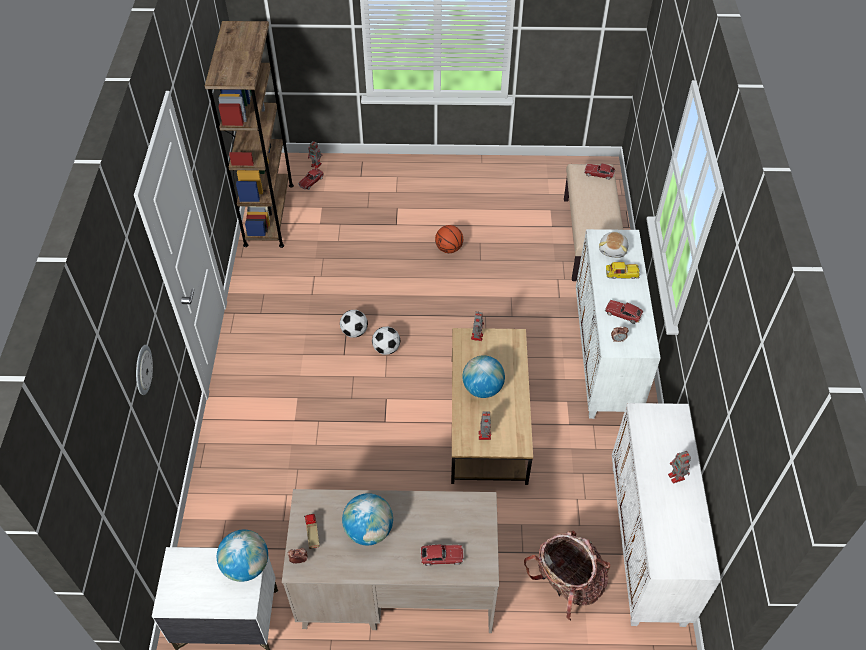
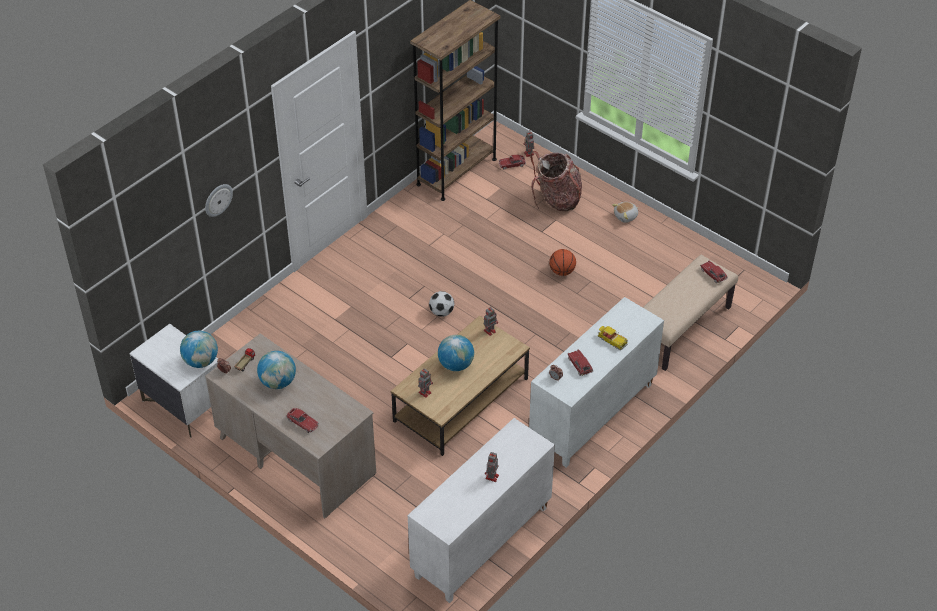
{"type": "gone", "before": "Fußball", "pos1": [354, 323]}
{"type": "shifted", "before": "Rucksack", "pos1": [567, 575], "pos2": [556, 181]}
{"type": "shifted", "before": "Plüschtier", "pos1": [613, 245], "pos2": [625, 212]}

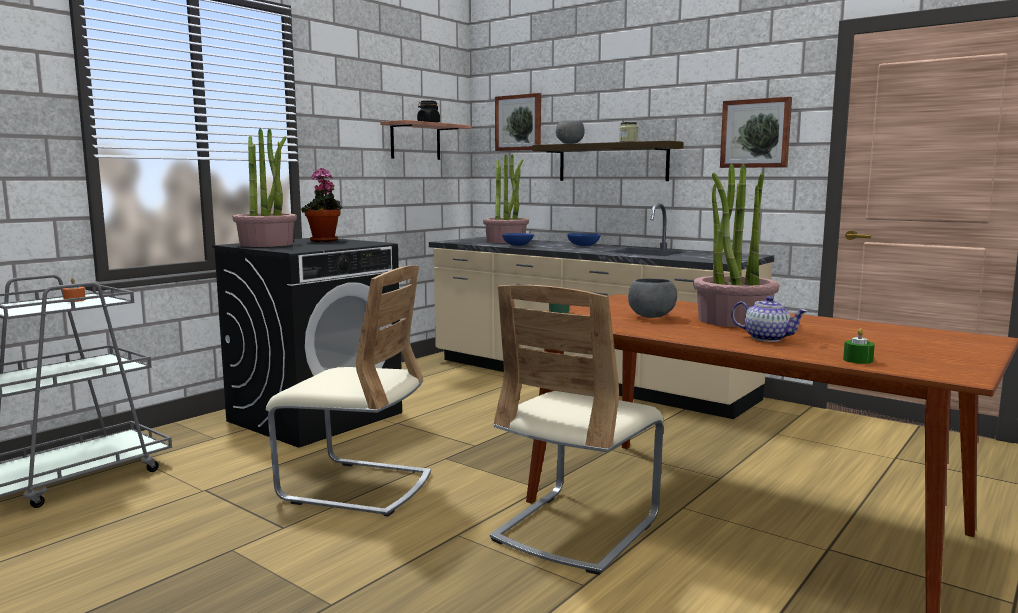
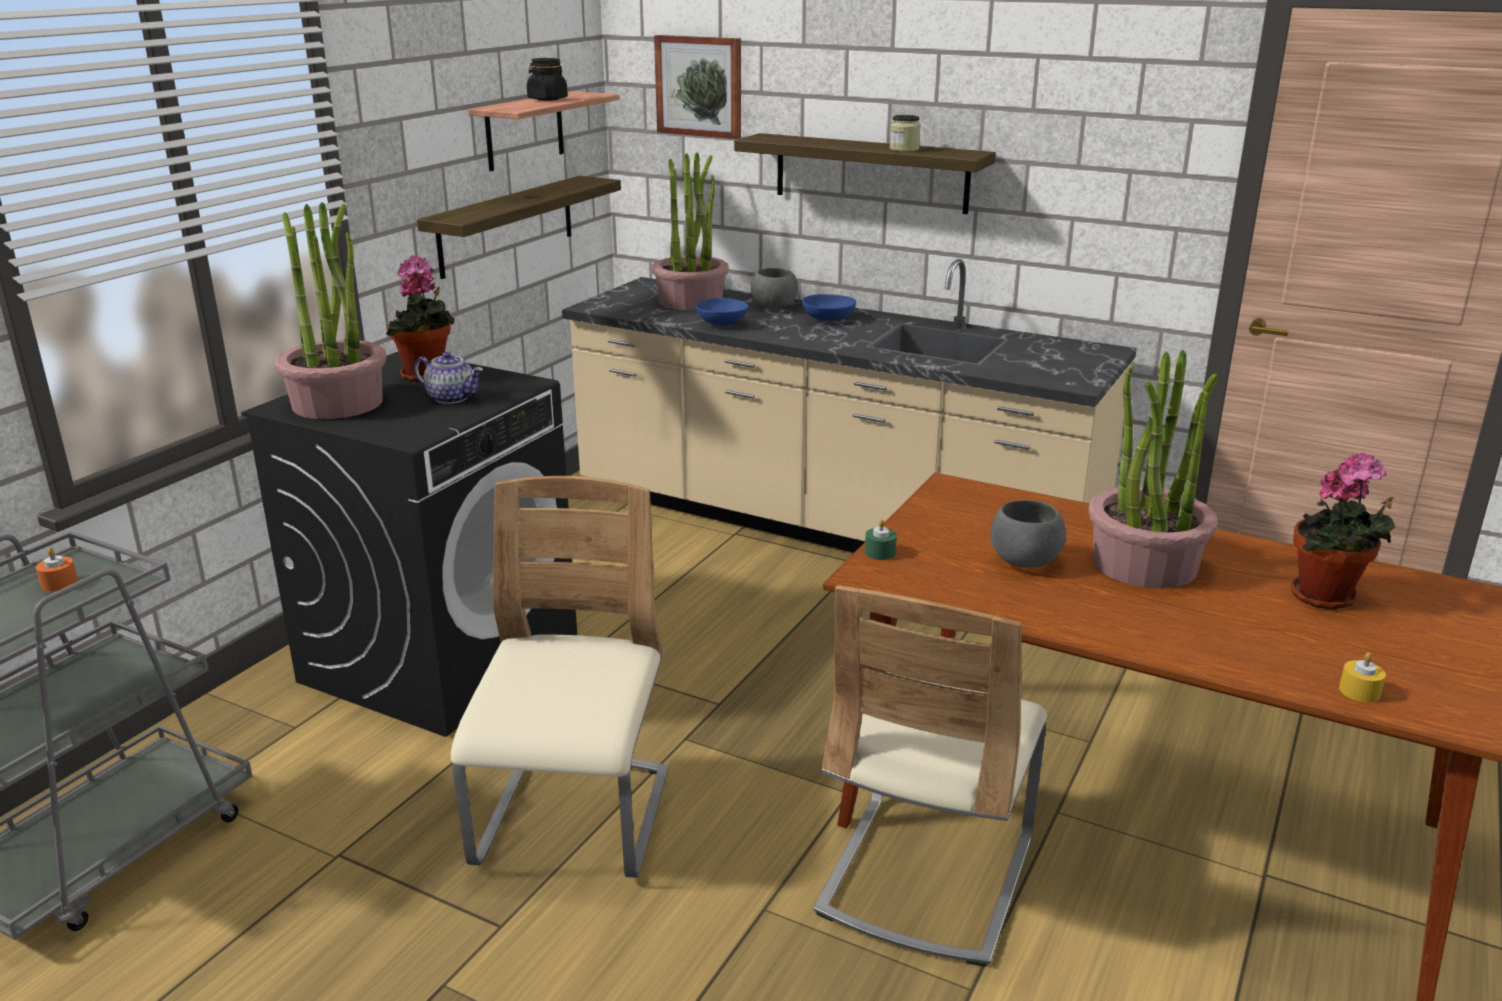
{"type": "rotated", "before": "Stuhl (beige)", "pos1": [348, 391], "pos2": [560, 677], "turn": -90}
{"type": "shifted", "before": "Schüssel (grau)", "pos1": [570, 132], "pos2": [774, 288]}
{"type": "gone", "before": "Bild", "pos1": [756, 132]}
{"type": "shifted", "before": "Teekanne", "pos1": [769, 319], "pos2": [448, 378]}
{"type": "repainted", "before": "Kerze (grün)", "after": "Kerze (gelb)", "pos1": [859, 346], "pos2": [1362, 677]}
{"type": "new", "after": "Wandregal", "pos2": [519, 227]}
{"type": "new", "after": "Topfpflanze", "pos2": [1343, 531]}

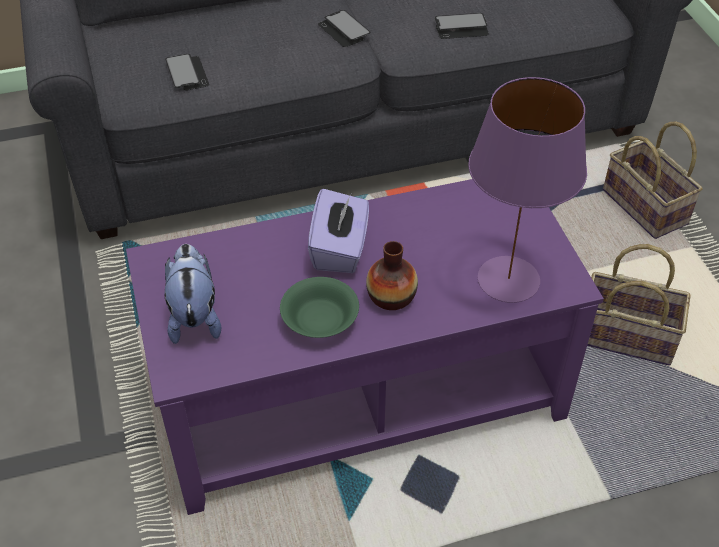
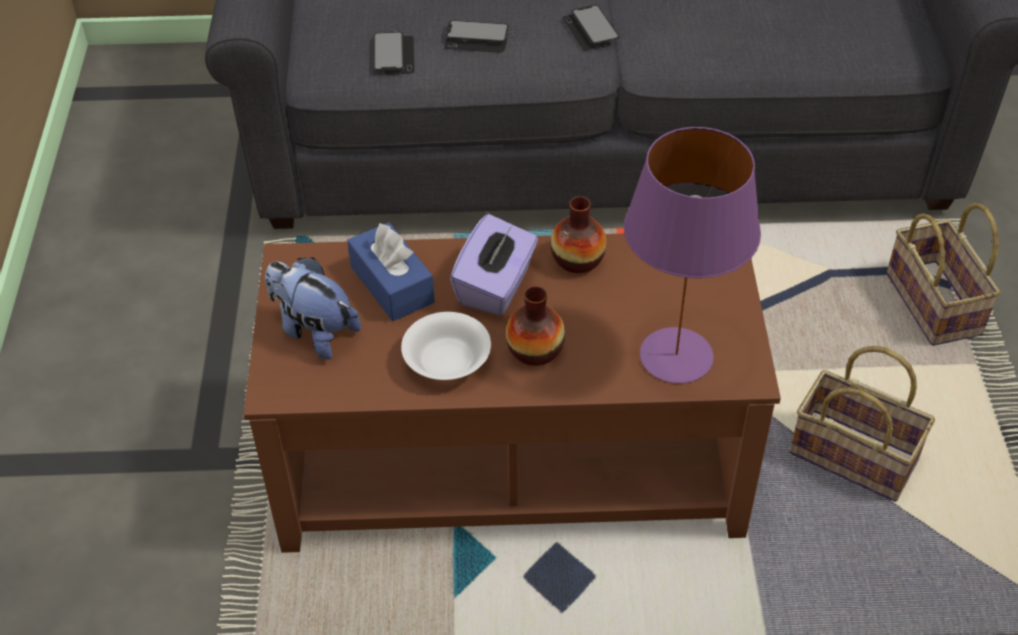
{"type": "repainted", "before": "Couchtisch (lila)", "after": "Couchtisch (braun)", "pos1": [365, 347], "pos2": [512, 393]}
{"type": "rotated", "before": "Plüschtier", "pos1": [192, 294], "pos2": [313, 308], "turn": -60}
{"type": "repainted", "before": "Schüssel (grün)", "after": "Schüssel (weiß)", "pos1": [319, 307], "pos2": [446, 346]}
{"type": "shifted", "before": "Handy", "pos1": [462, 26], "pos2": [476, 36]}
{"type": "new", "after": "Taschentuchbox (blau)", "pos2": [391, 271]}
{"type": "new", "after": "Vase", "pos2": [578, 234]}

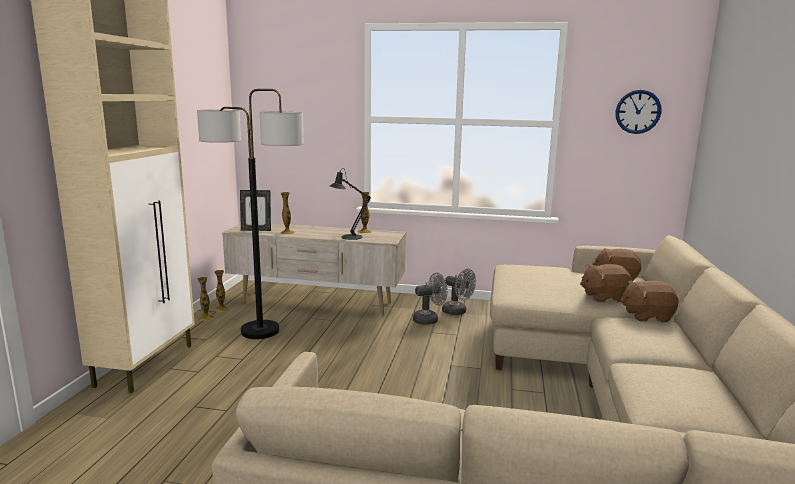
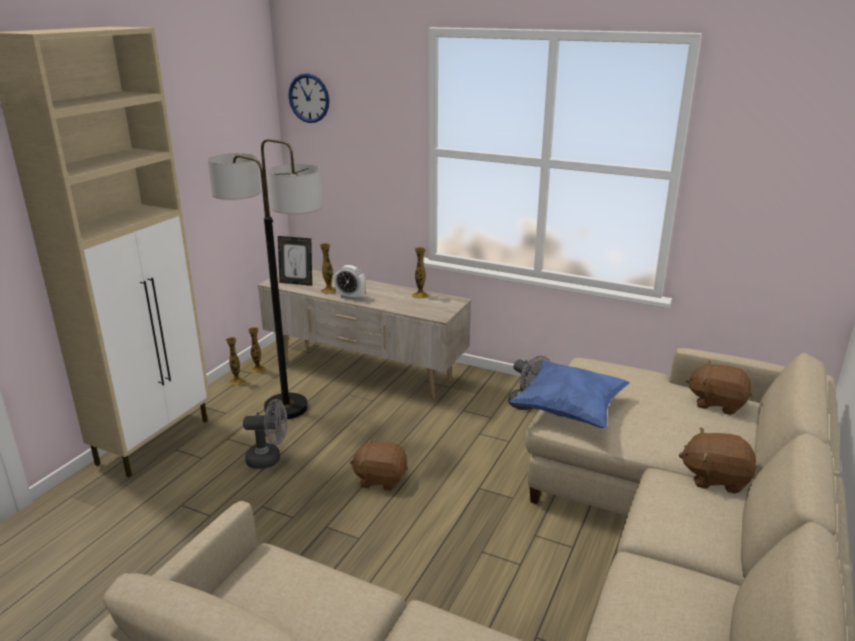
{"type": "gone", "before": "Tischlampe (schwarz)", "pos1": [350, 204]}
{"type": "shifted", "before": "Ventilator (grau)", "pos1": [430, 299], "pos2": [265, 434]}
{"type": "shifted", "before": "Plüschtier (braun)", "pos1": [606, 283], "pos2": [379, 465]}
{"type": "shifted", "before": "Wanduhr", "pos1": [638, 112], "pos2": [309, 98]}
{"type": "new", "after": "Wecker", "pos2": [350, 282]}
{"type": "new", "after": "Kissen (blau)", "pos2": [570, 394]}

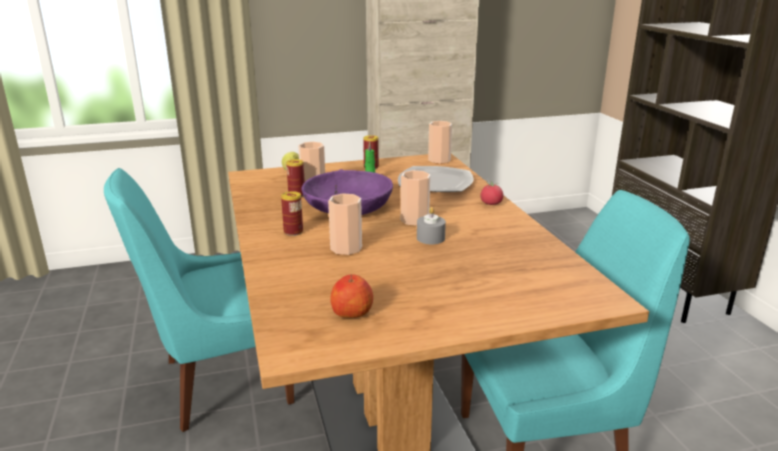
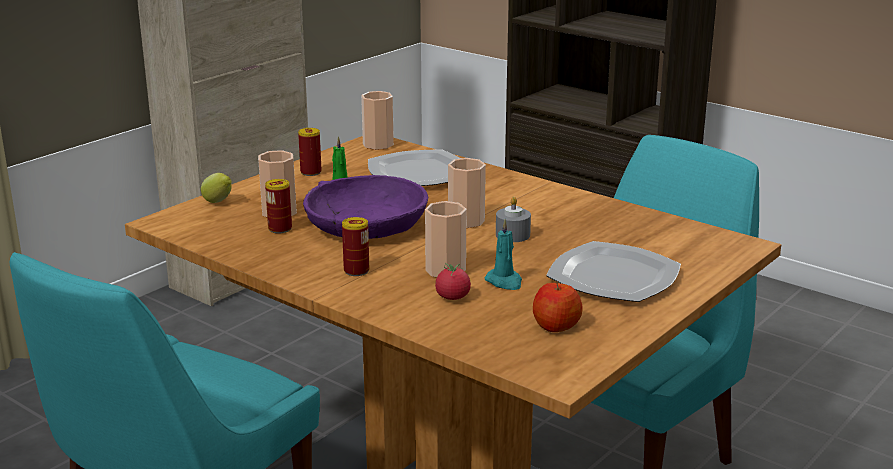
{"type": "shifted", "before": "Tomate", "pos1": [491, 193], "pos2": [453, 281]}
{"type": "new", "after": "Kerze (türkis)", "pos2": [503, 254]}
{"type": "new", "after": "Teller", "pos2": [613, 271]}

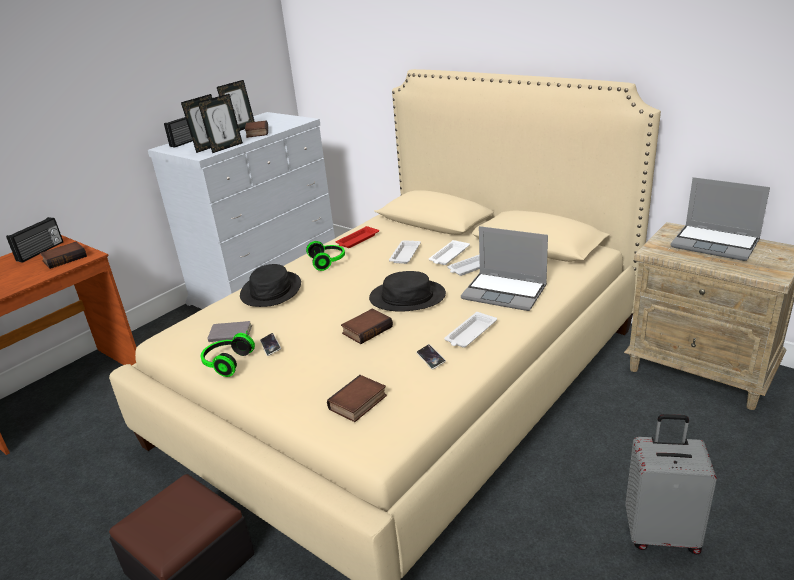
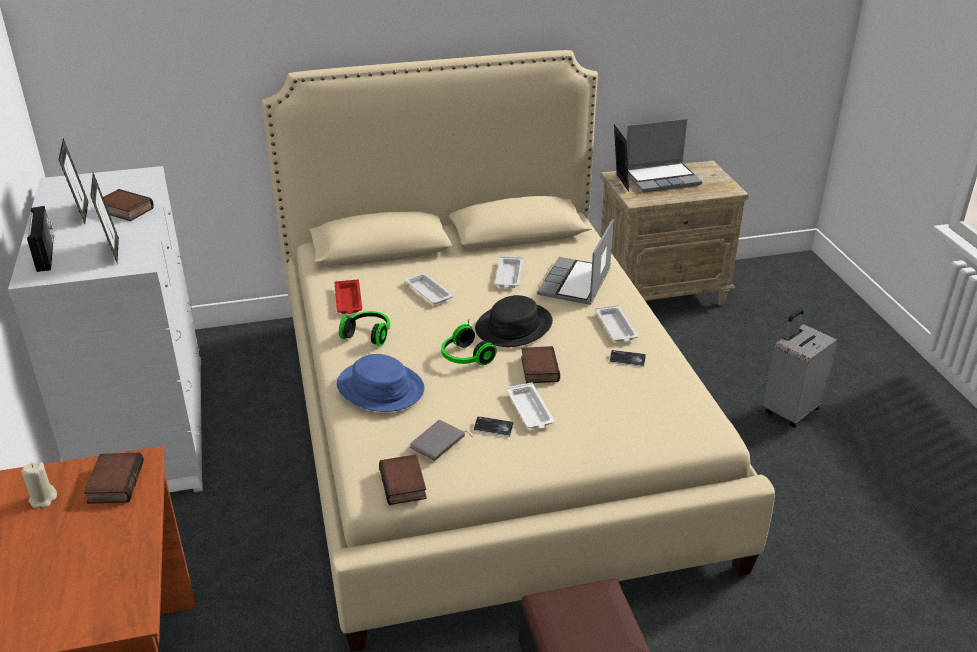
{"type": "swapped", "before": "Radio", "after": "Kerze (beige)", "pos1": [34, 240], "pos2": [39, 485]}
{"type": "shifted", "before": "Bilderrahmen", "pos1": [220, 123], "pos2": [621, 158]}
{"type": "shifted", "before": "Kopfhörer", "pos1": [228, 353], "pos2": [469, 342]}
{"type": "repainted", "before": "Hut (schwarz)", "after": "Hut (blau)", "pos1": [270, 285], "pos2": [381, 383]}
{"type": "shifted", "before": "Buch", "pos1": [357, 398], "pos2": [403, 479]}
{"type": "shifted", "before": "Tablett (weiß)", "pos1": [449, 252], "pos2": [530, 406]}
{"type": "rotated", "before": "Laptop", "pos1": [504, 268], "pos2": [575, 262], "turn": 135}

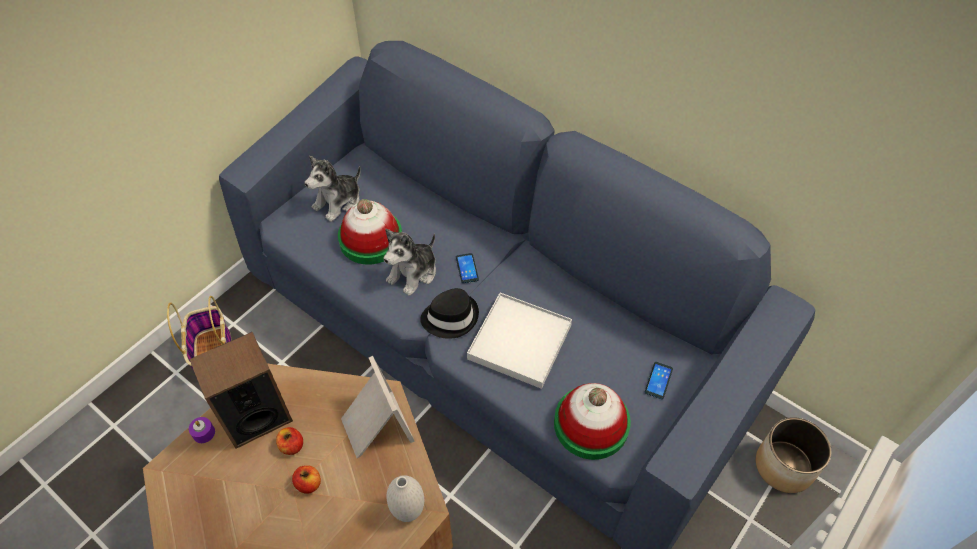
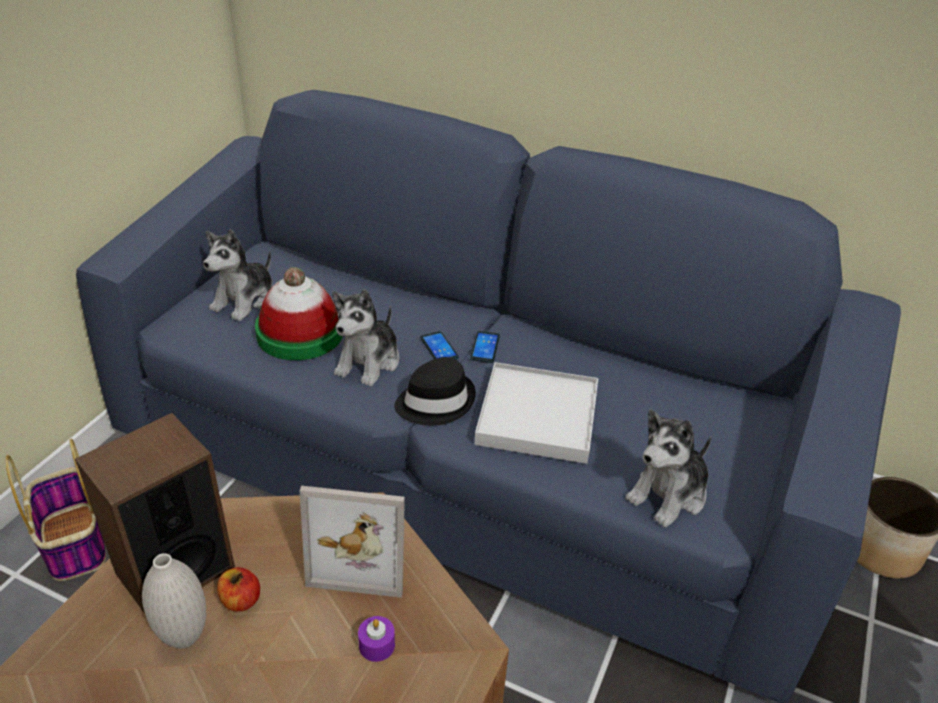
{"type": "shifted", "before": "Kerze (lila)", "pos1": [202, 430], "pos2": [376, 639]}
{"type": "gone", "before": "Apfel", "pos1": [306, 479]}
{"type": "rotated", "before": "Bilderrahmen", "pos1": [378, 407], "pos2": [352, 542], "turn": 135}
{"type": "shifted", "before": "Vase (weiß)", "pos1": [405, 498], "pos2": [174, 601]}
{"type": "swapped", "before": "Hut", "after": "Plüschtier", "pos1": [592, 421], "pos2": [669, 468]}
{"type": "shifted", "before": "Handy", "pos1": [659, 380], "pos2": [485, 347]}

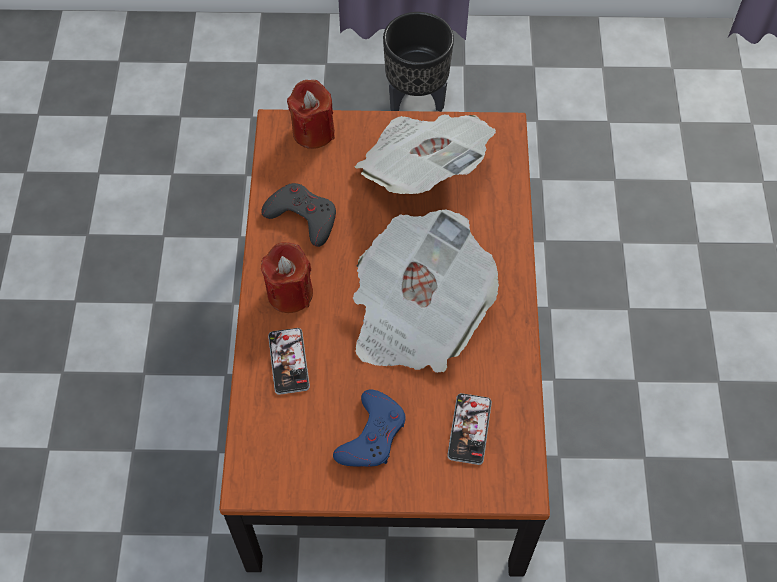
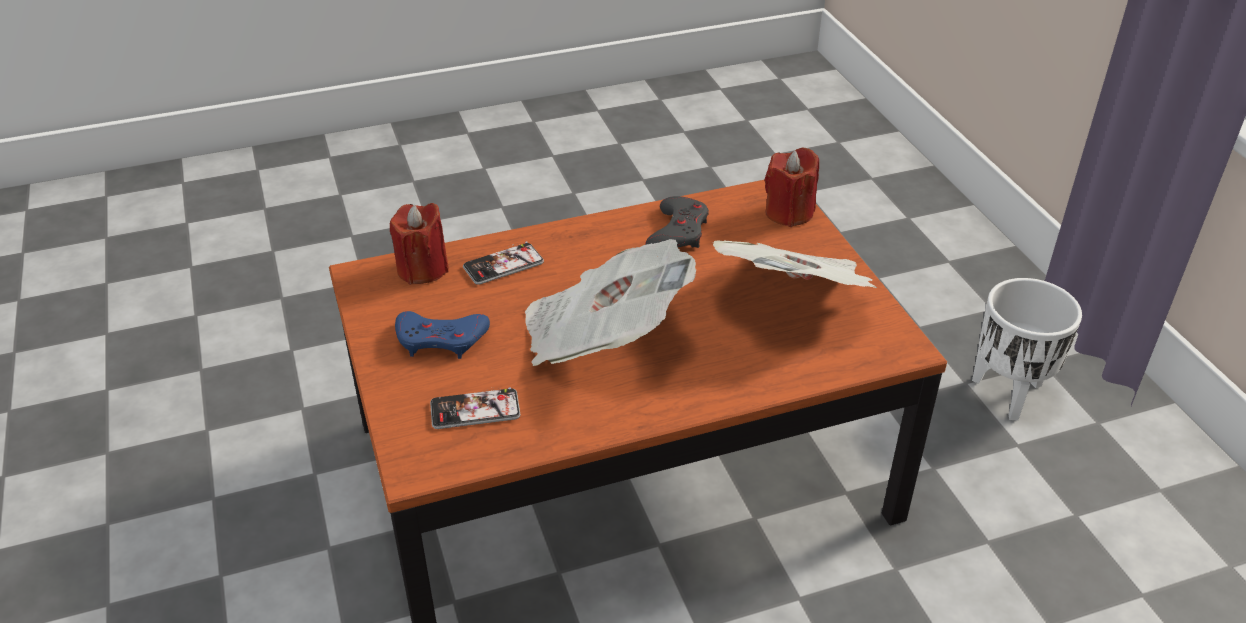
{"type": "shifted", "before": "Kerze (rot)", "pos1": [287, 277], "pos2": [419, 244]}
{"type": "repainted", "before": "Pflanzkübel (schwarz)", "after": "Pflanzkübel (weiß)", "pos1": [418, 62], "pos2": [1027, 349]}

